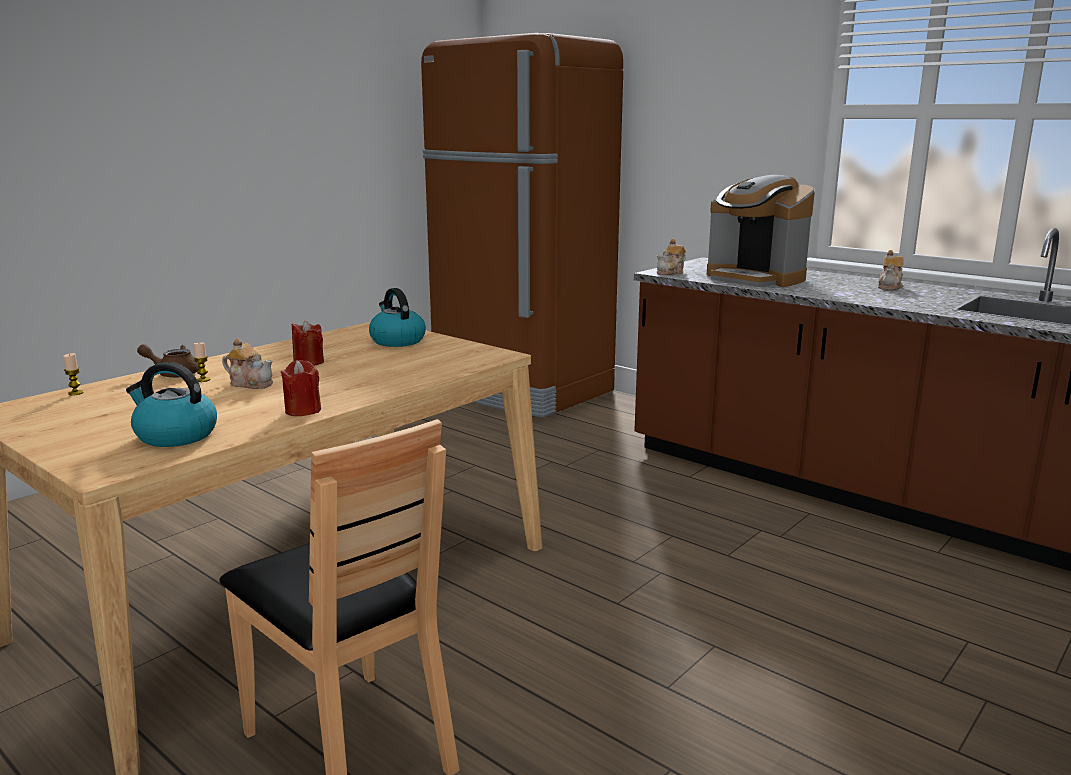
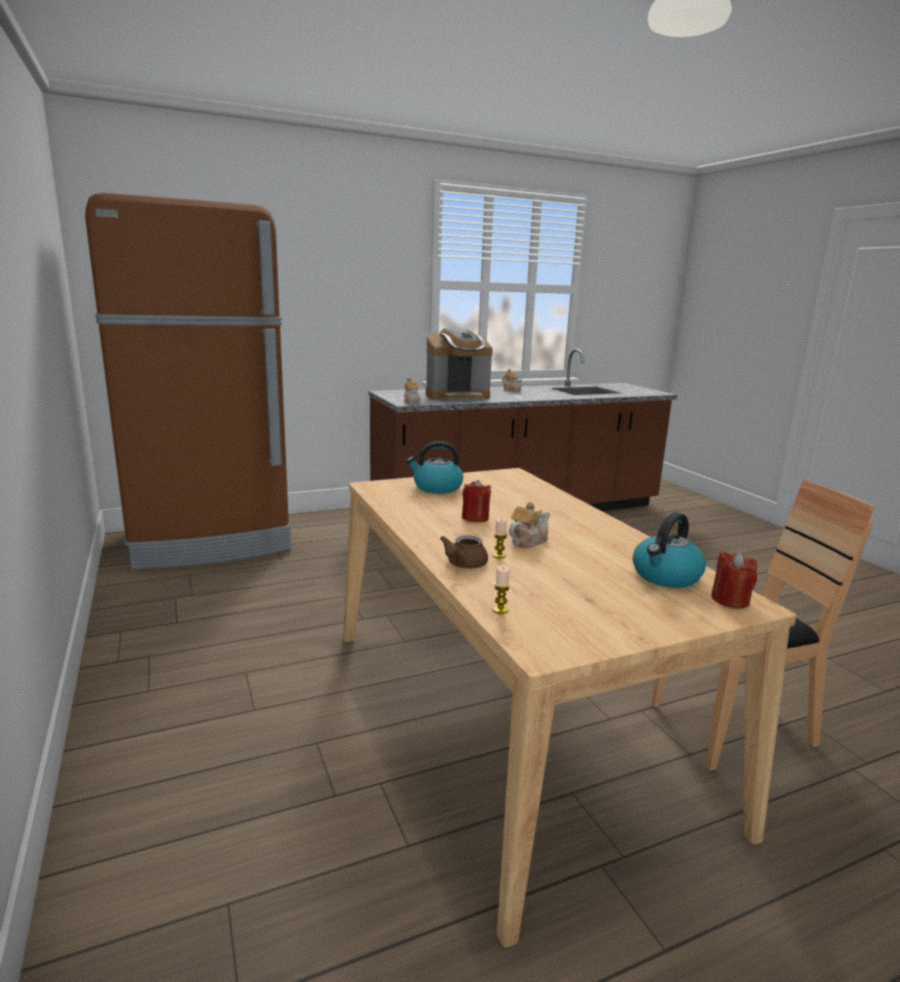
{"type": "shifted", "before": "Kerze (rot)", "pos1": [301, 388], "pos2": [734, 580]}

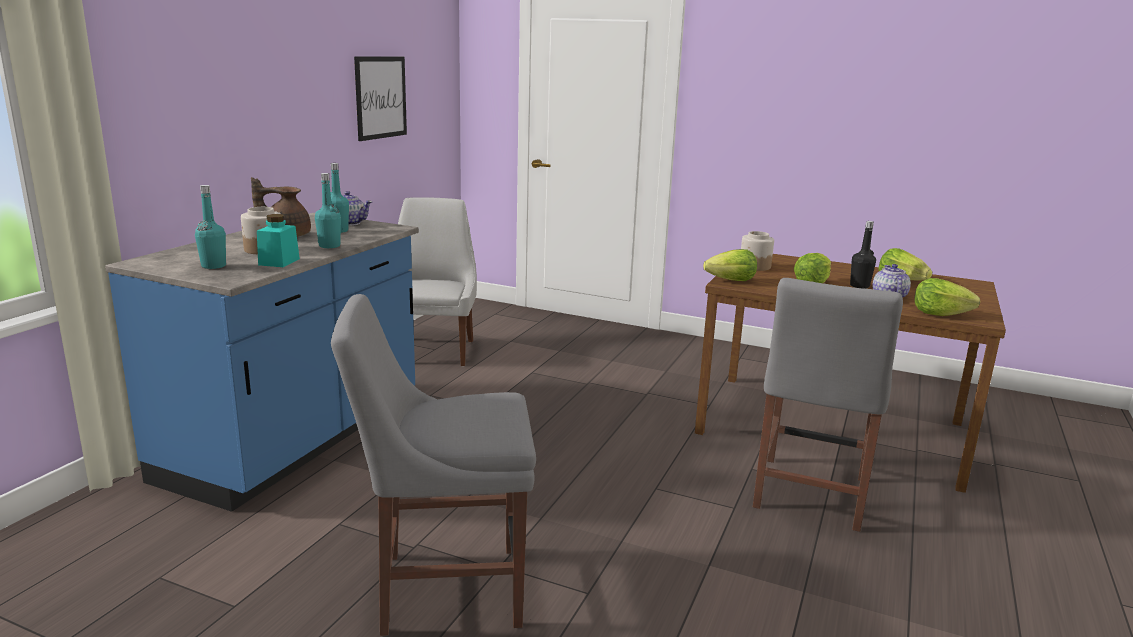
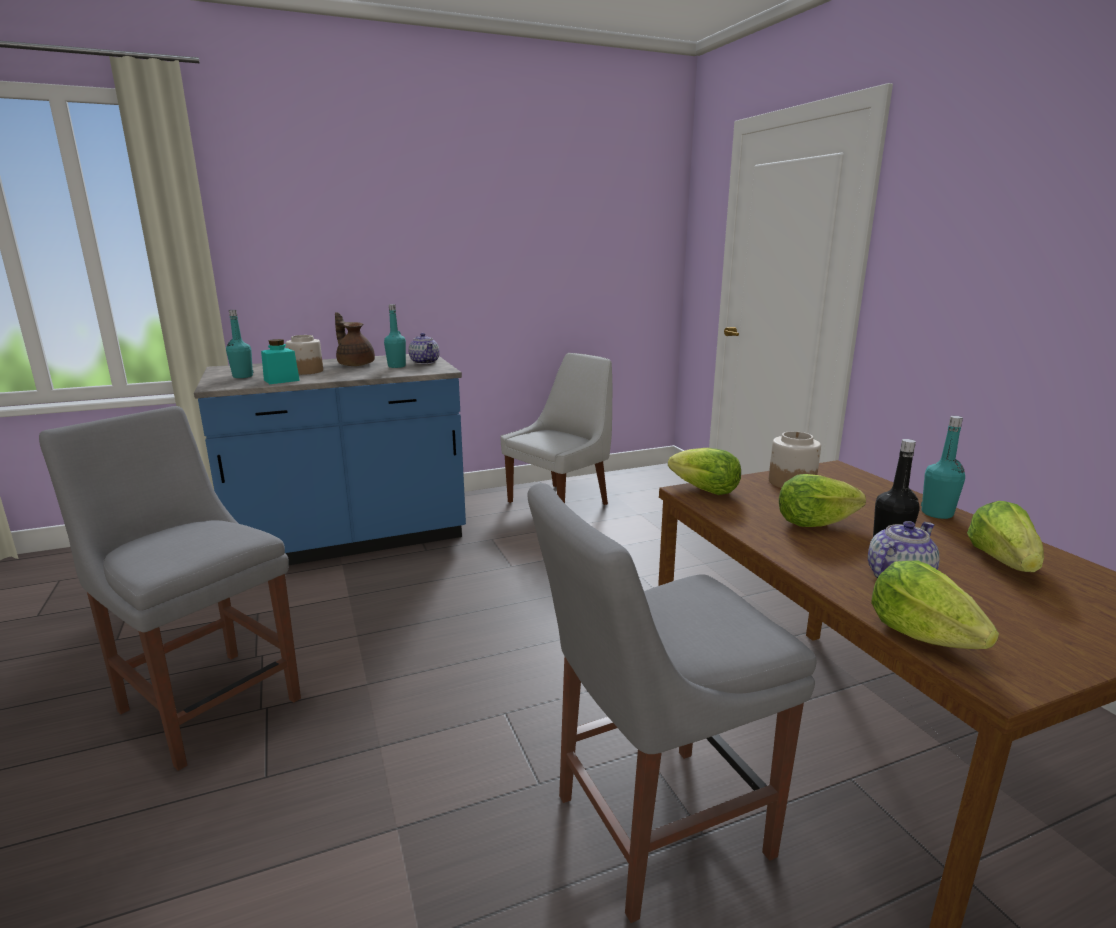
{"type": "shifted", "before": "Flasche (türkis)", "pos1": [328, 210], "pos2": [943, 467]}
{"type": "gone", "before": "Bild", "pos1": [380, 98]}

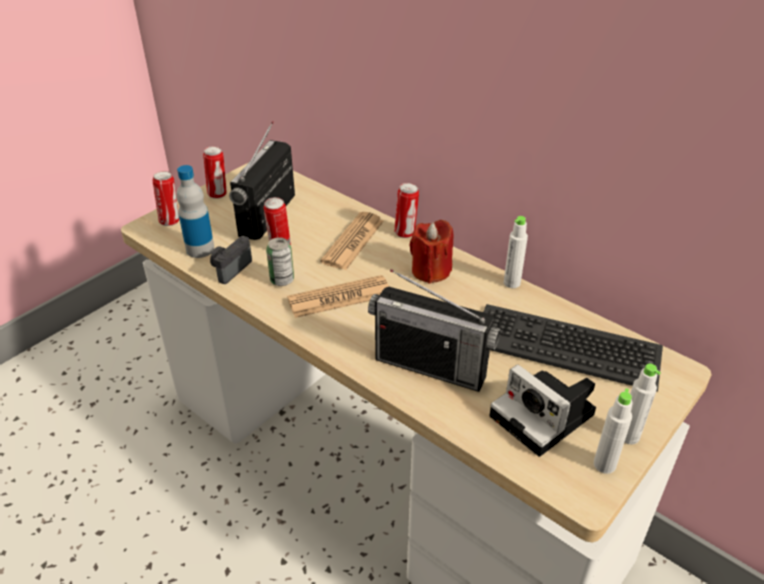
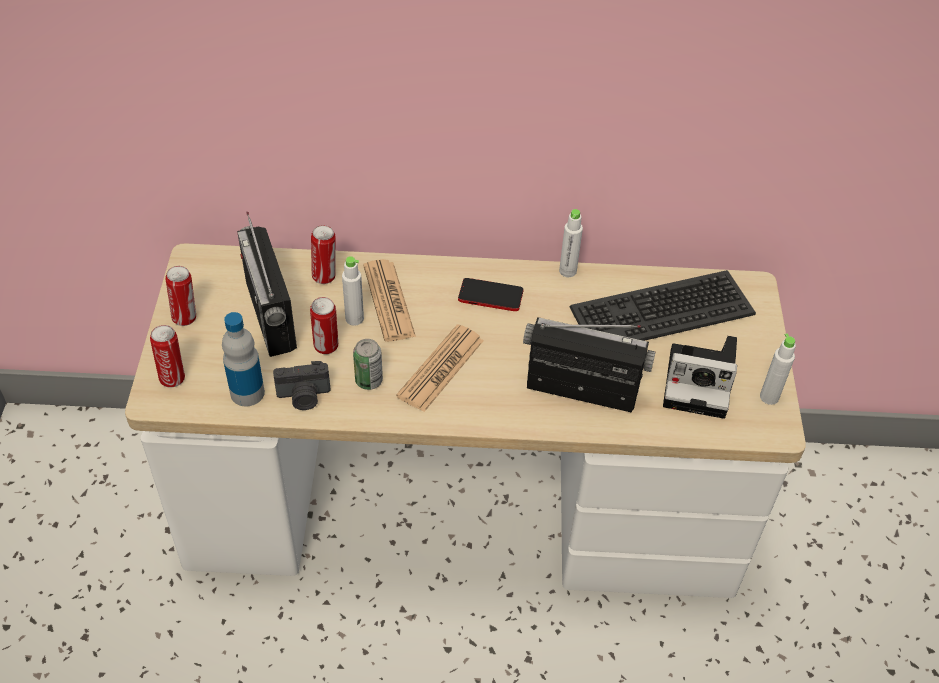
{"type": "rotated", "before": "Kamera", "pos1": [231, 260], "pos2": [301, 385], "turn": -90}
{"type": "rotated", "before": "Radio", "pos1": [434, 330], "pos2": [589, 364], "turn": -150}
{"type": "shifted", "before": "Dose", "pos1": [406, 210], "pos2": [323, 254]}
{"type": "swapped", "before": "Kerze (rot)", "after": "Handy", "pos1": [431, 252], "pos2": [491, 294]}
{"type": "shifted", "before": "Flasche (weiß)", "pos1": [642, 404], "pos2": [353, 291]}

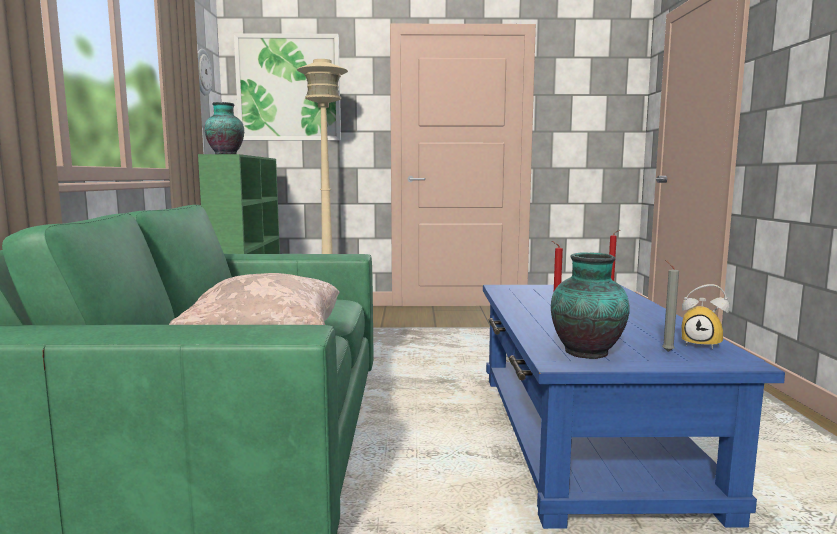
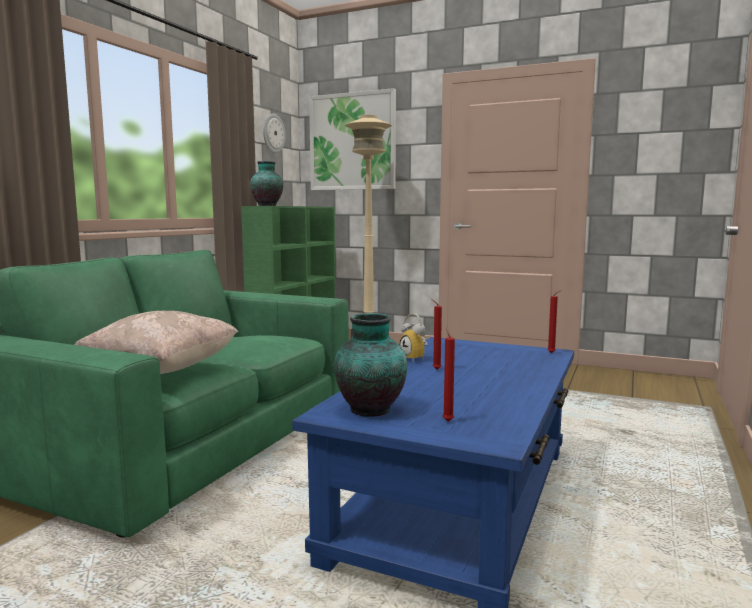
{"type": "repainted", "before": "Kerze (grau)", "after": "Kerze (rot)", "pos1": [670, 306], "pos2": [449, 374]}
{"type": "shifted", "before": "Wecker", "pos1": [706, 316], "pos2": [413, 337]}

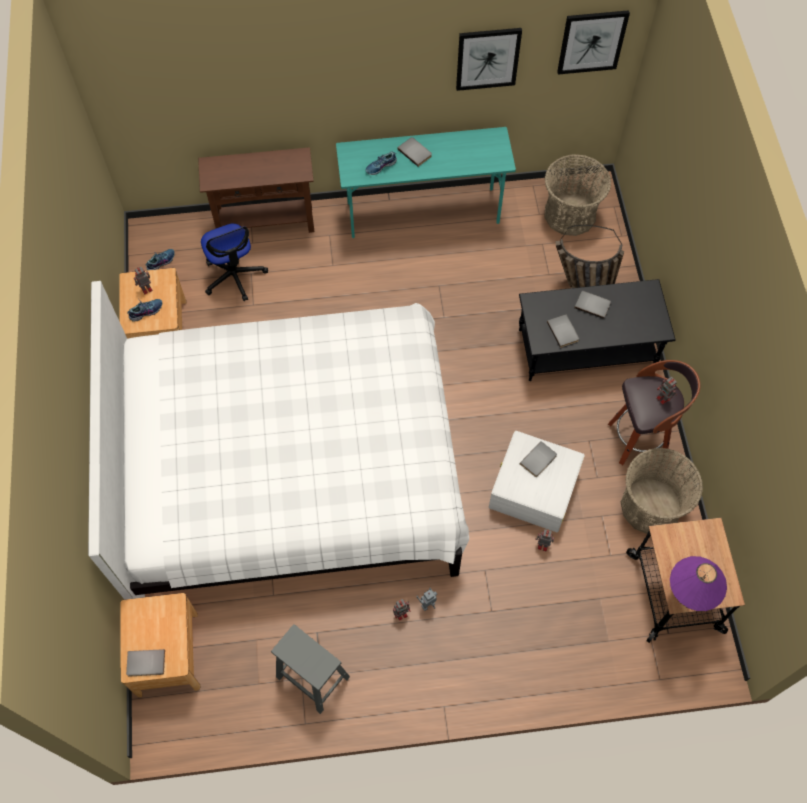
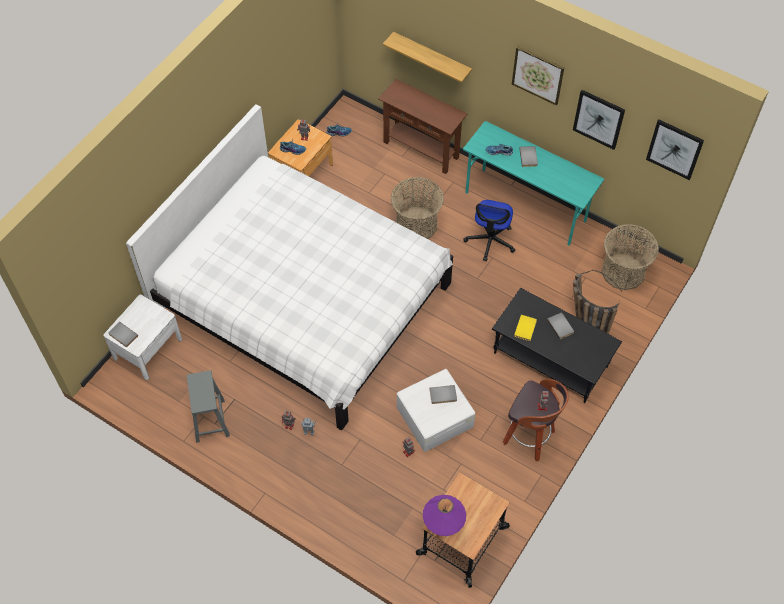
{"type": "repainted", "before": "Nachttisch (braun)", "after": "Nachttisch (weiß)", "pos1": [160, 645], "pos2": [142, 337]}
{"type": "shifted", "before": "Bürostuhl", "pos1": [234, 262], "pos2": [489, 230]}
{"type": "repainted", "before": "Buch (grau)", "after": "Buch (gelb)", "pos1": [563, 331], "pos2": [525, 328]}
{"type": "shifted", "before": "Korb", "pos1": [662, 491], "pos2": [417, 208]}
{"type": "new", "after": "Wandregal", "pos2": [427, 57]}
{"type": "new", "after": "Bild", "pos2": [538, 75]}

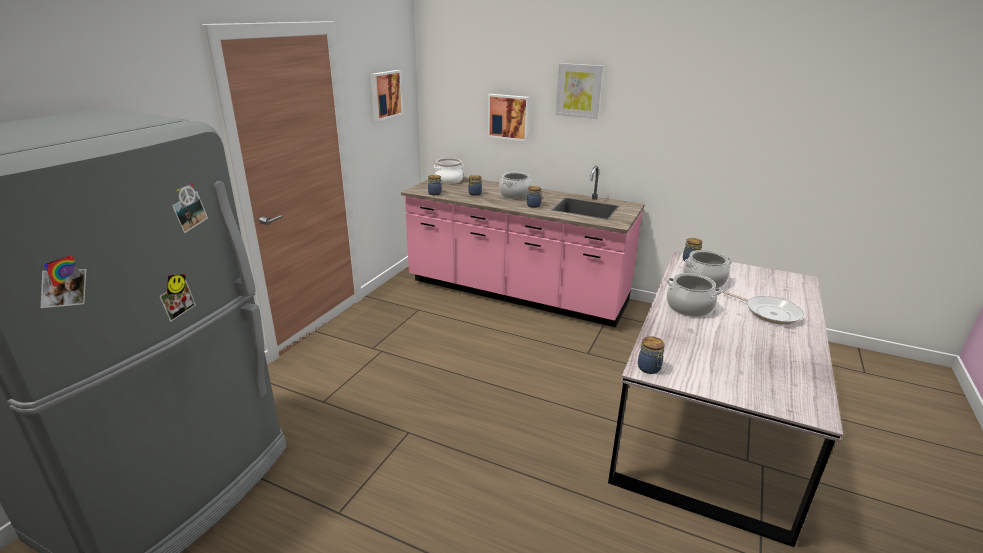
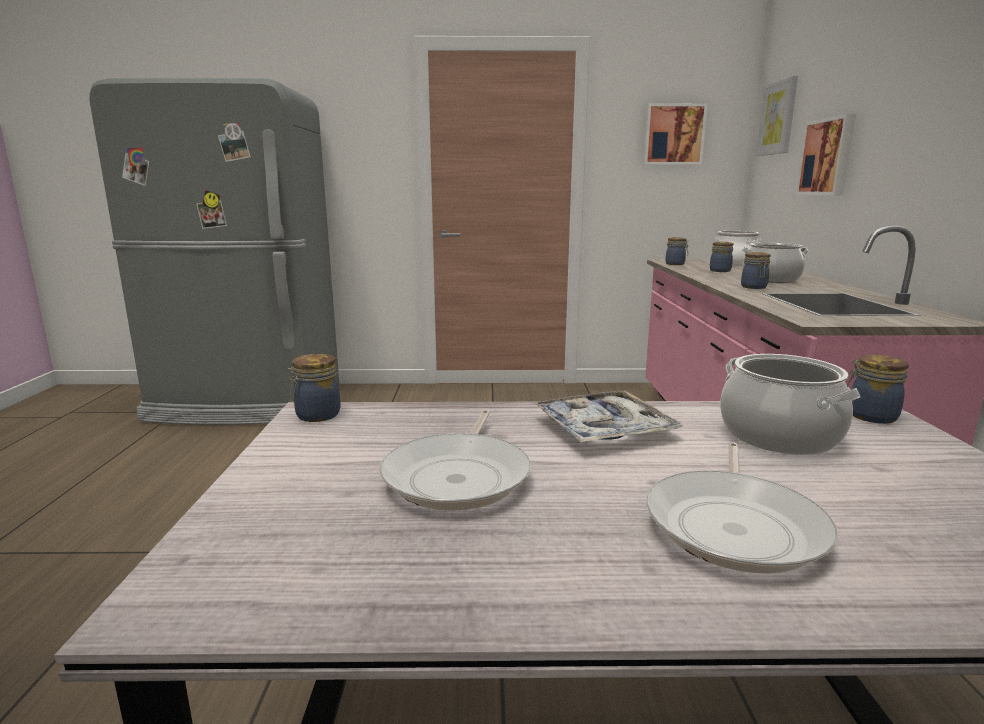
{"type": "shifted", "before": "Bild", "pos1": [579, 91], "pos2": [777, 116]}
{"type": "swapped", "before": "Kochtopf", "after": "Tablett", "pos1": [694, 295], "pos2": [607, 416]}
{"type": "new", "after": "Pfanne", "pos2": [455, 460]}

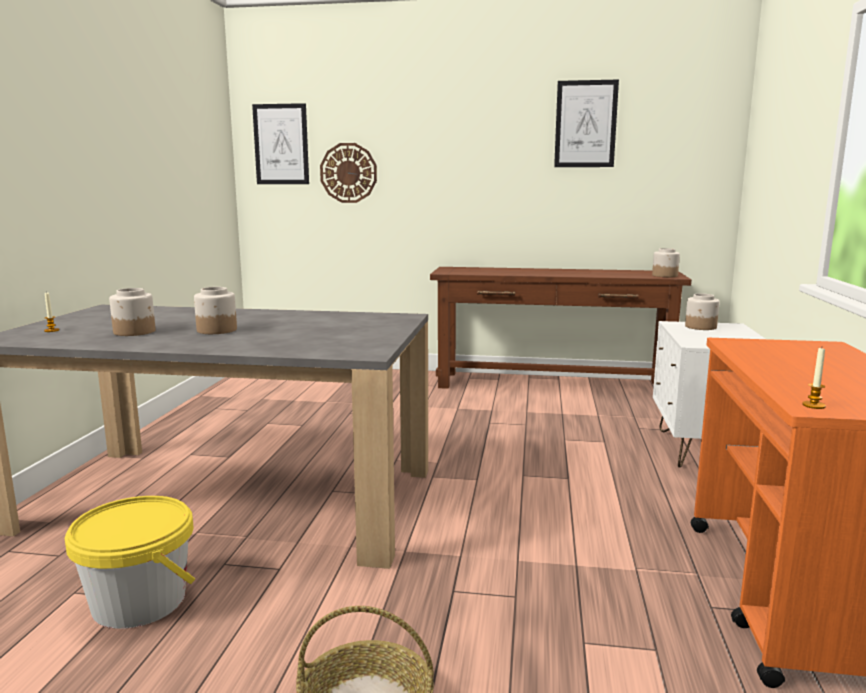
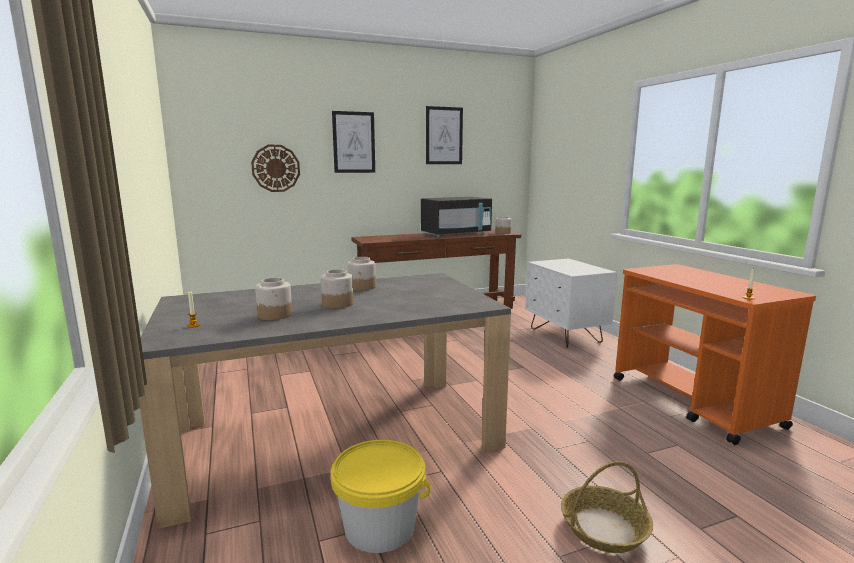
{"type": "shifted", "before": "Bild", "pos1": [280, 143], "pos2": [353, 142]}
{"type": "shifted", "before": "Vorratsglas", "pos1": [702, 312], "pos2": [362, 274]}
{"type": "new", "after": "Mikrowelle (schwarz)", "pos2": [456, 217]}

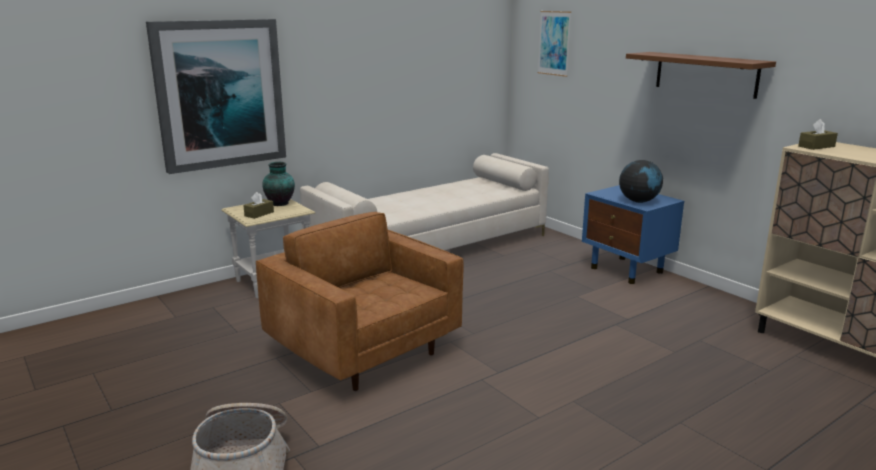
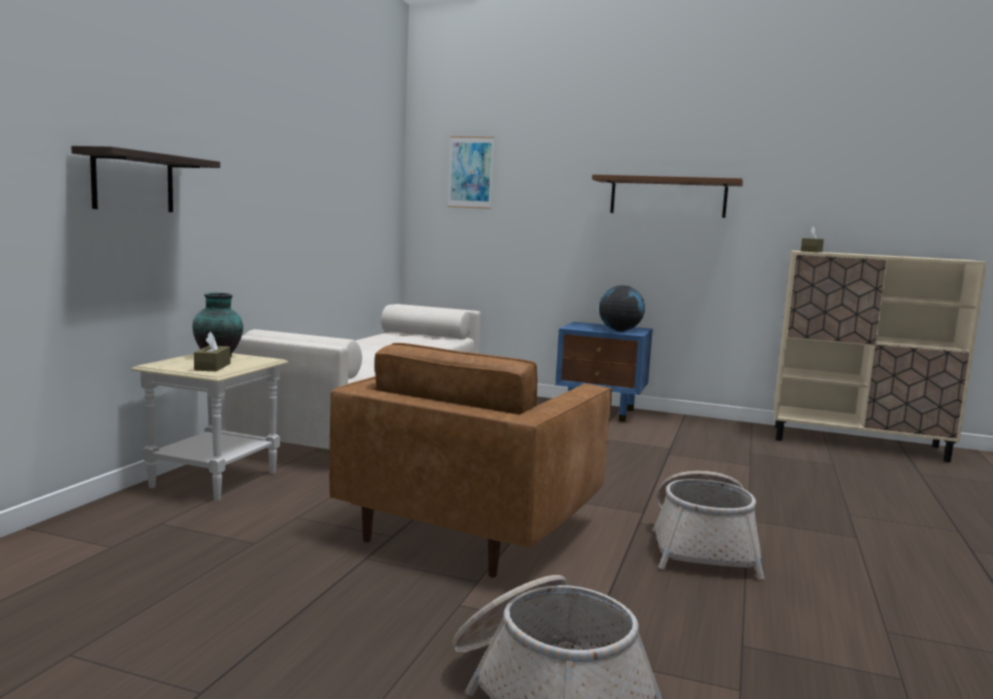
{"type": "swapped", "before": "Bild", "after": "Wandregal", "pos1": [216, 96], "pos2": [145, 179]}
{"type": "rotated", "before": "Sessel (braun)", "pos1": [360, 301], "pos2": [470, 460], "turn": -75}
{"type": "new", "after": "Korb", "pos2": [708, 525]}

